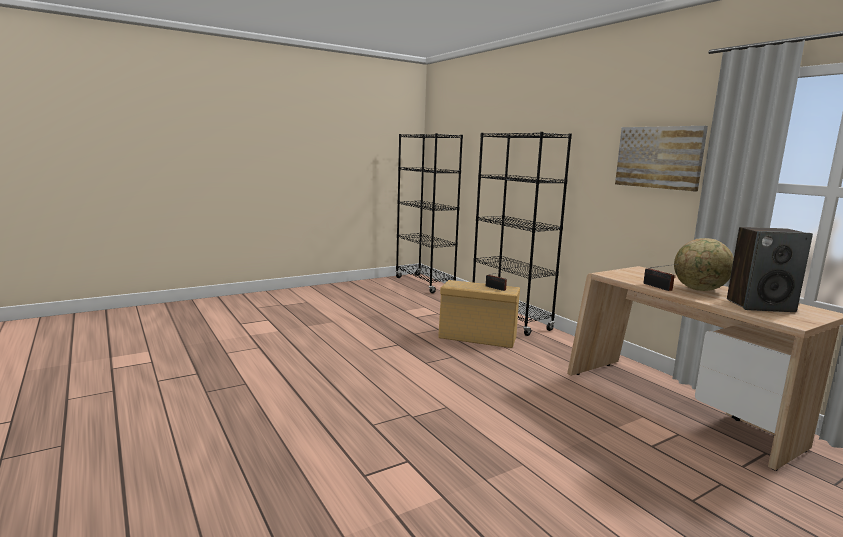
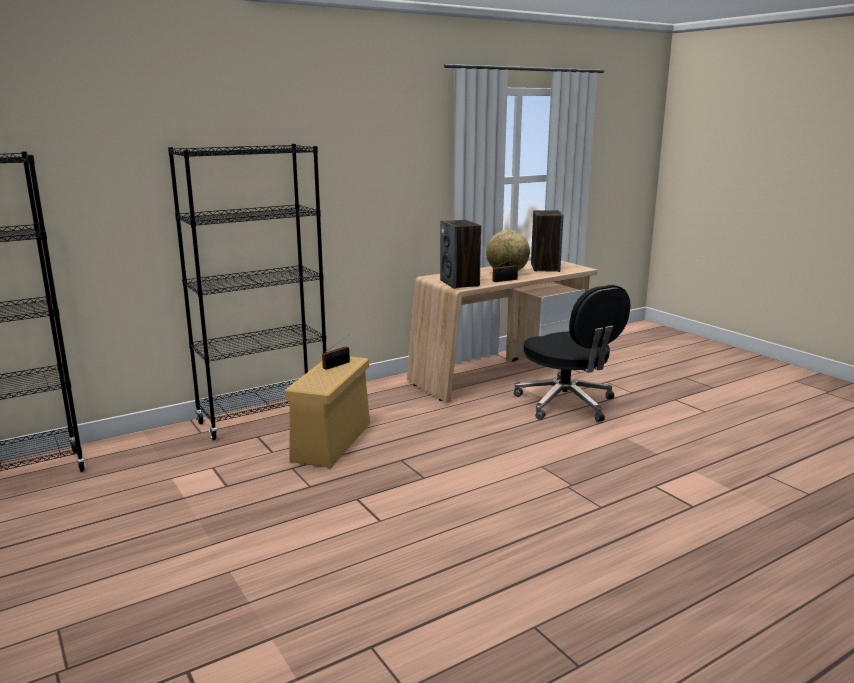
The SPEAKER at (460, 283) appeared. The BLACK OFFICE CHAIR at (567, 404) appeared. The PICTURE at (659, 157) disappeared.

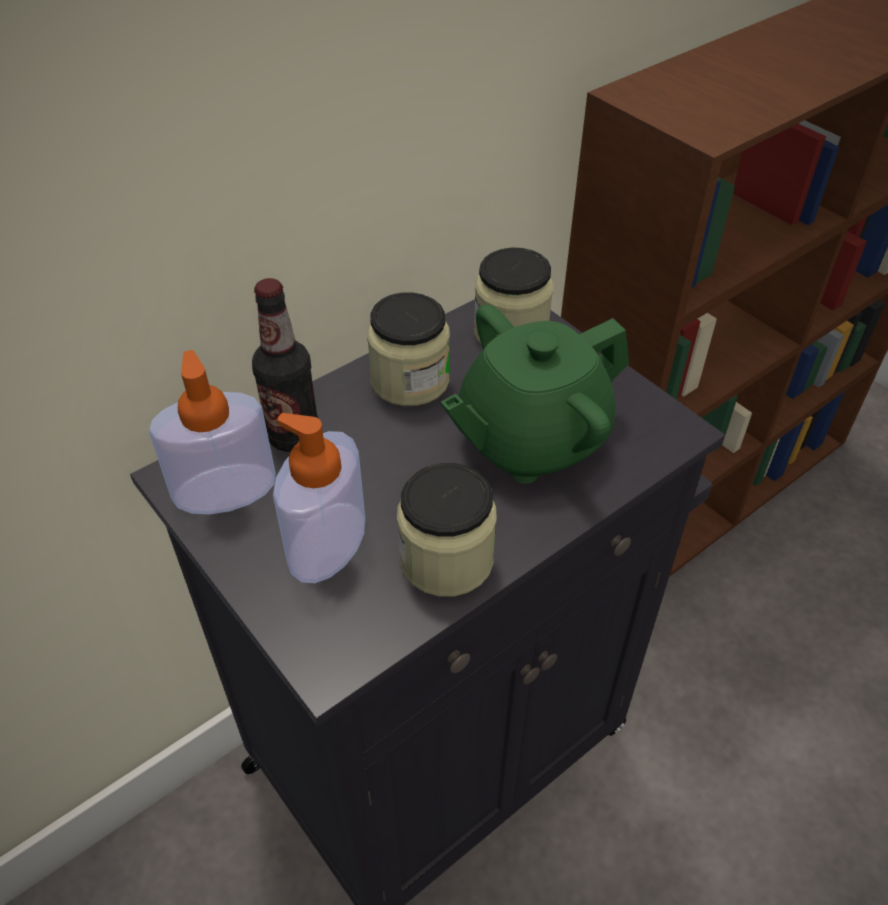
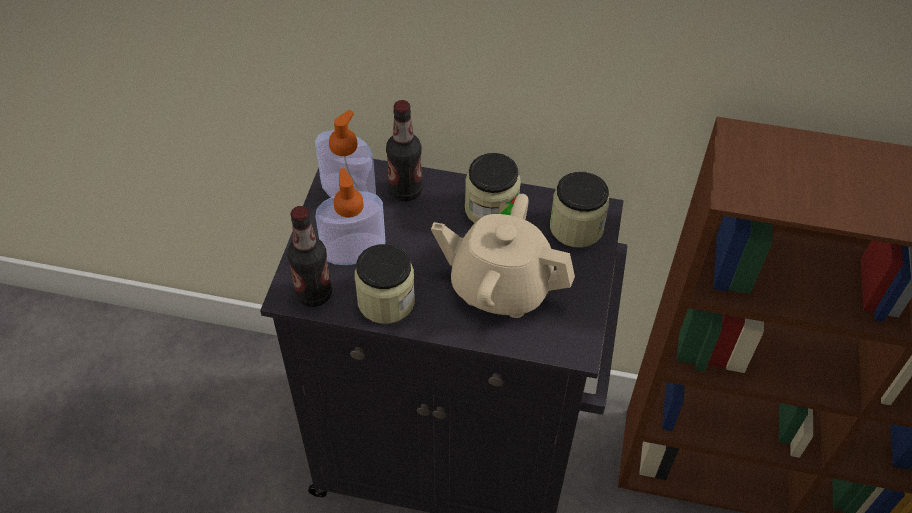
The BOTTLE at (314, 294) appeared. The GREEN TEAPOT at (530, 440) became the BEIGE TEAPOT at (500, 286).

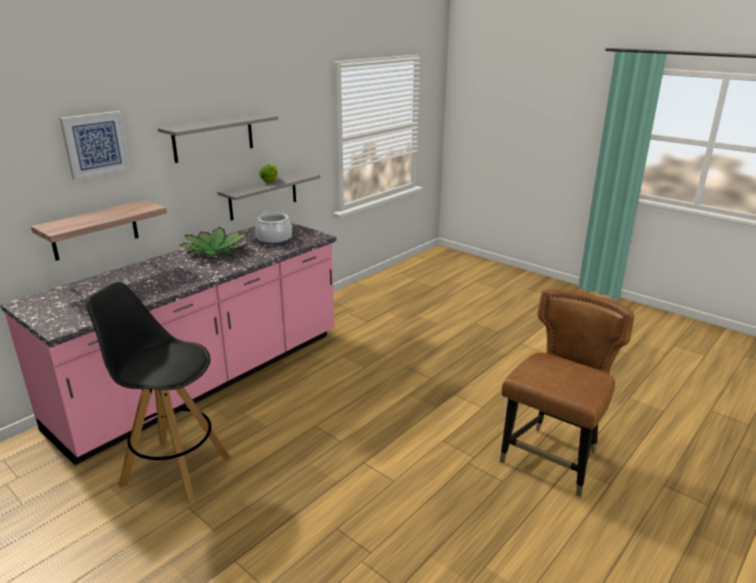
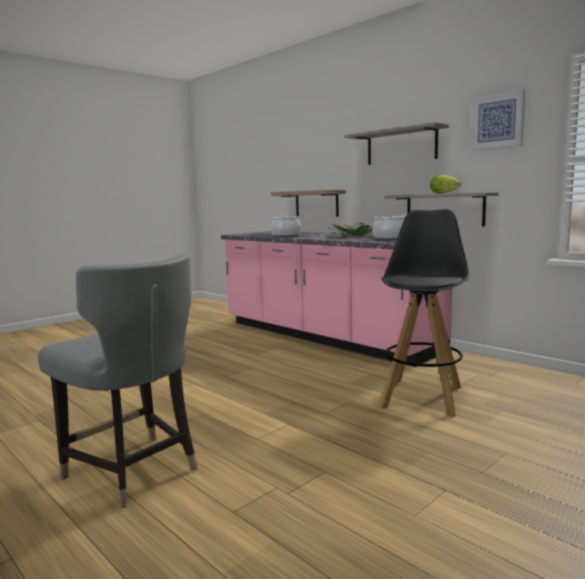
The BROWN CHAIR at (552, 459) became the GREY CHAIR at (133, 471). The COOKING POT at (286, 236) appeared. The BLACK STOOL moved from (175, 470) to (422, 396). The PICTURE moved from (95, 144) to (497, 121).

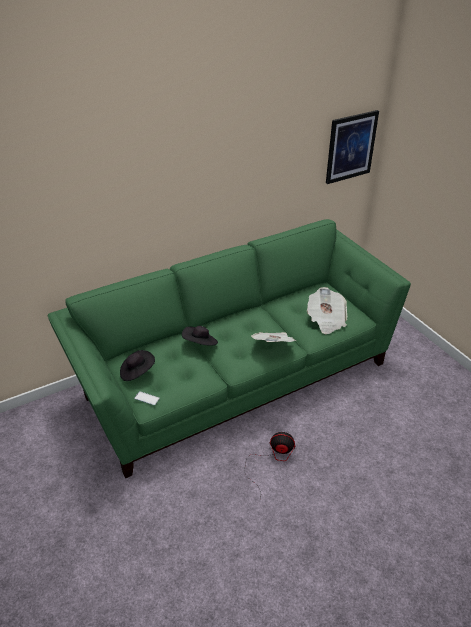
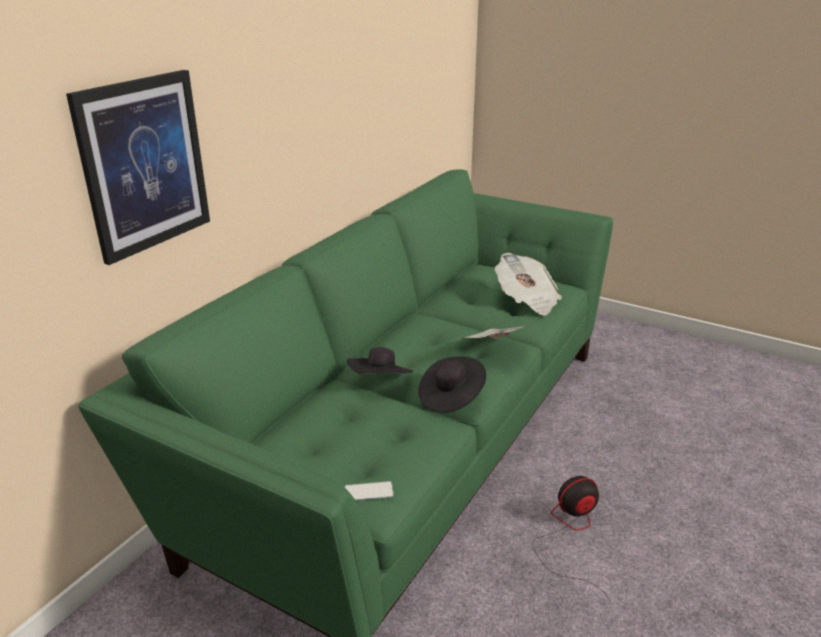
The PICTURE moved from (351, 147) to (144, 164). The BLACK HAT moved from (137, 372) to (451, 397).

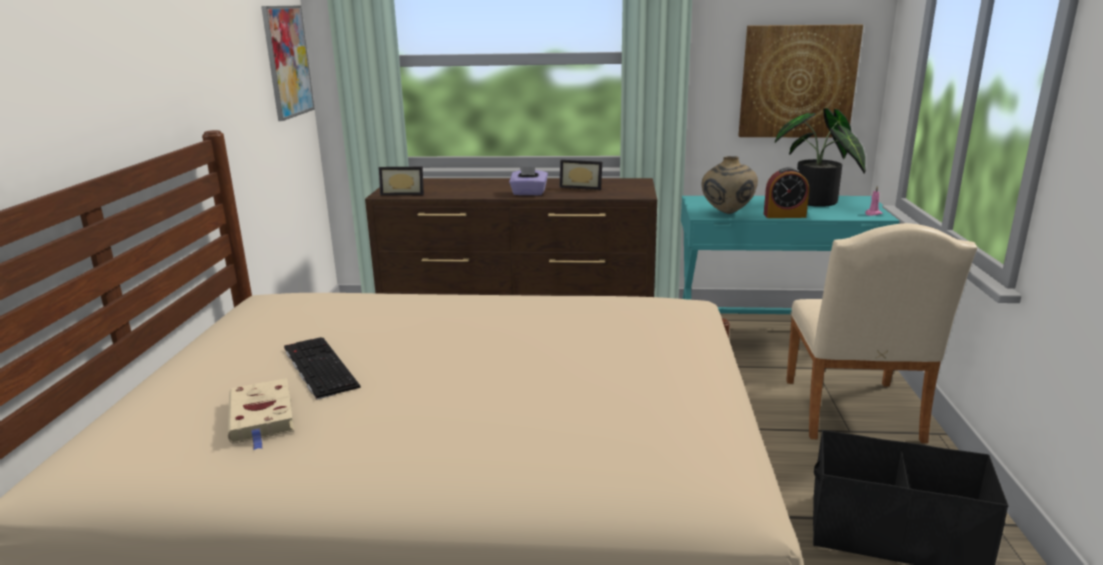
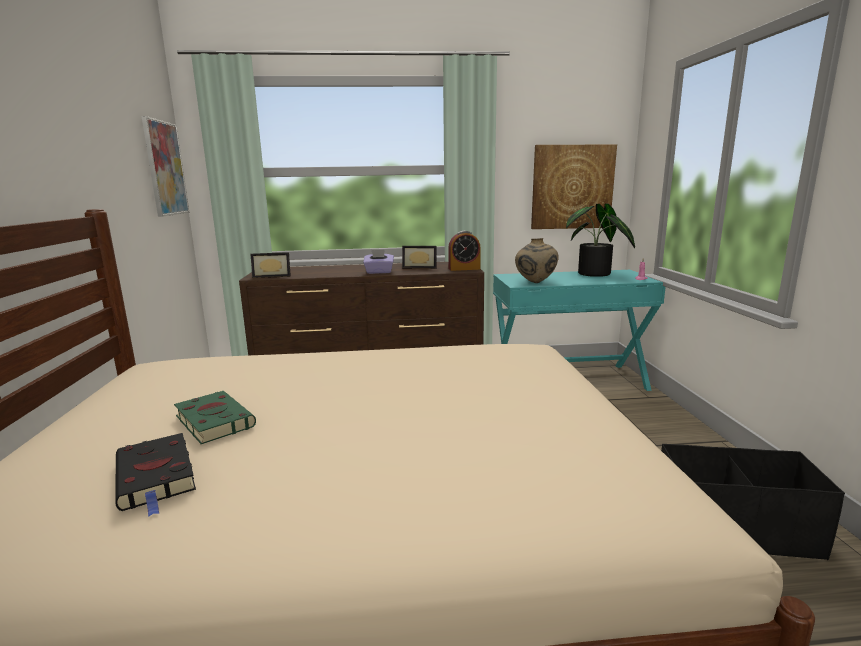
The BEIGE BOOK at (262, 417) became the BLACK BOOK at (156, 477). The KEYBOARD at (317, 367) was replaced by the GREEN BOOK at (213, 420). The ALARM CLOCK moved from (784, 215) to (464, 269). The BEIGE CHAIR at (854, 415) disappeared.

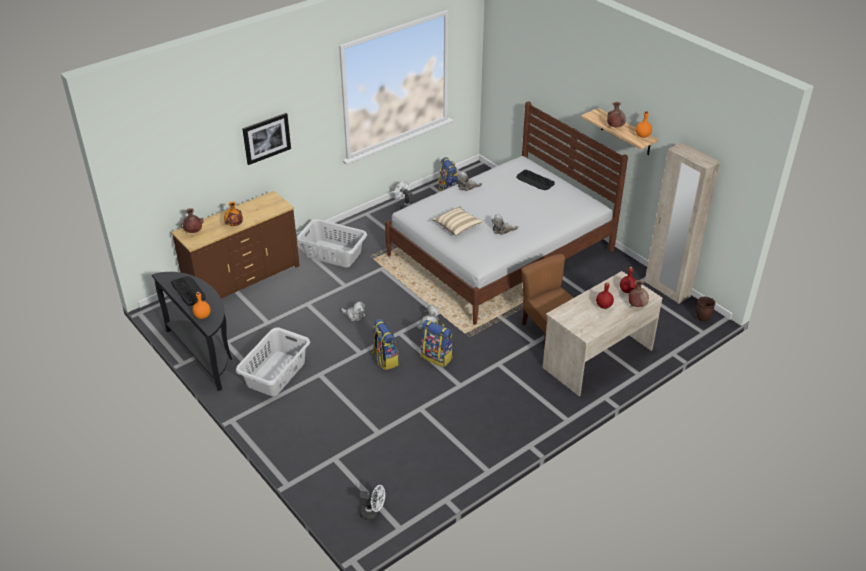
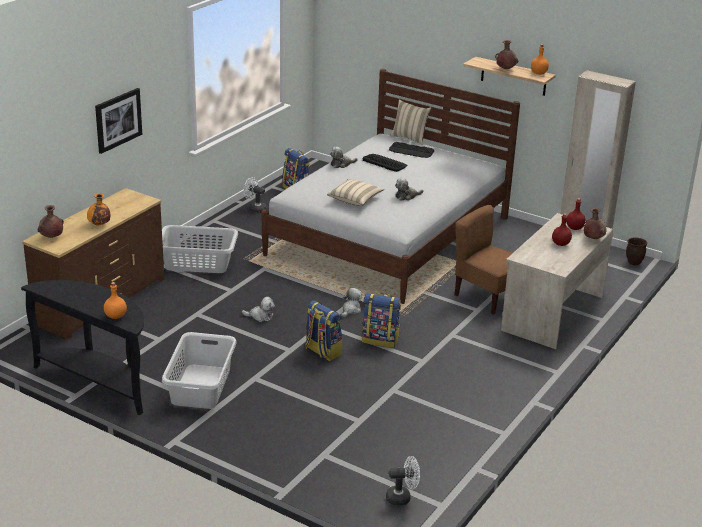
The KEYBOARD moved from (188, 291) to (384, 163). The BEIGE PILLOW at (410, 138) appeared.

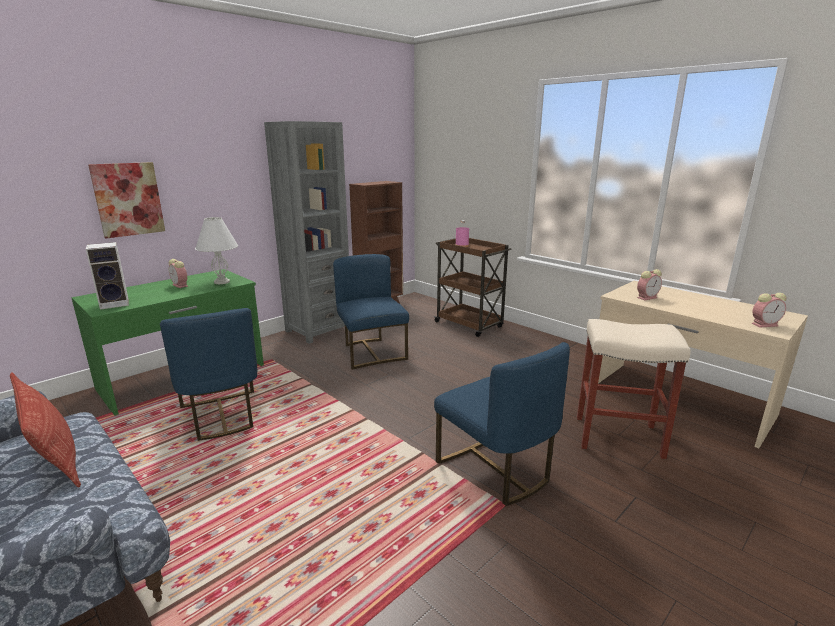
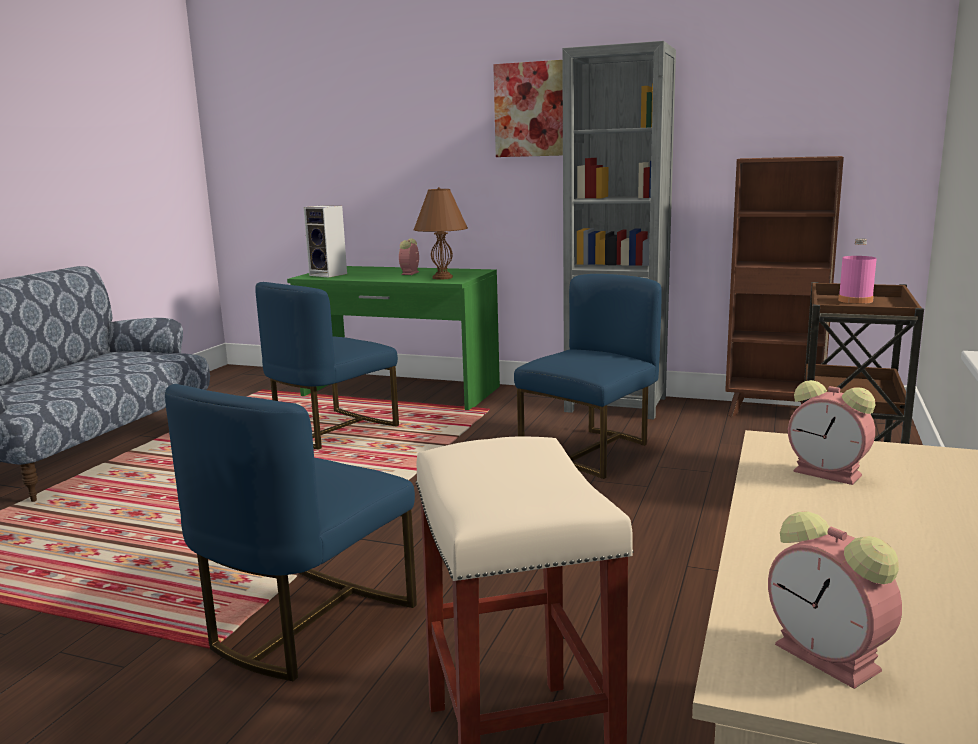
The WHITE TABLE LAMP at (222, 282) became the BROWN TABLE LAMP at (443, 278). The PICTURE moved from (128, 199) to (529, 110). The PILLOW at (55, 457) disappeared.

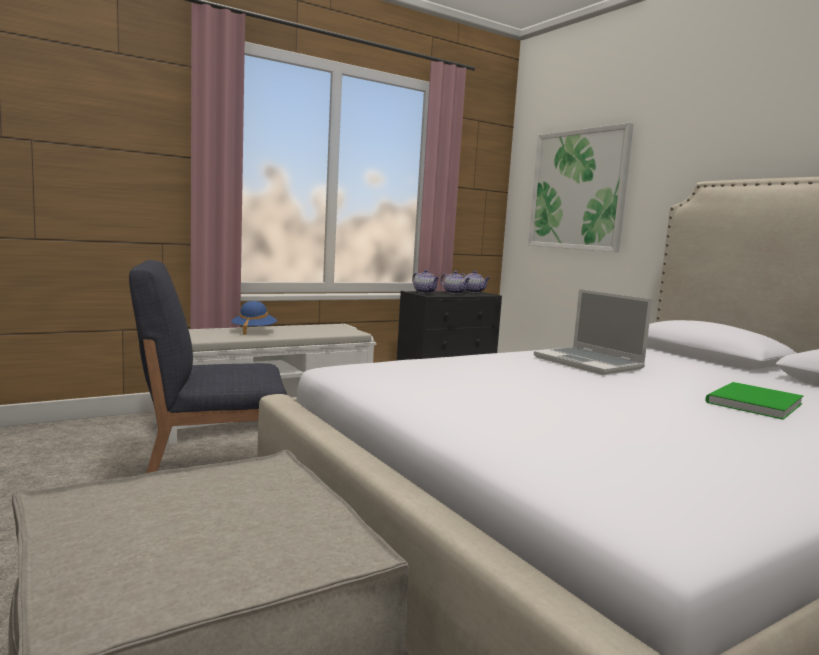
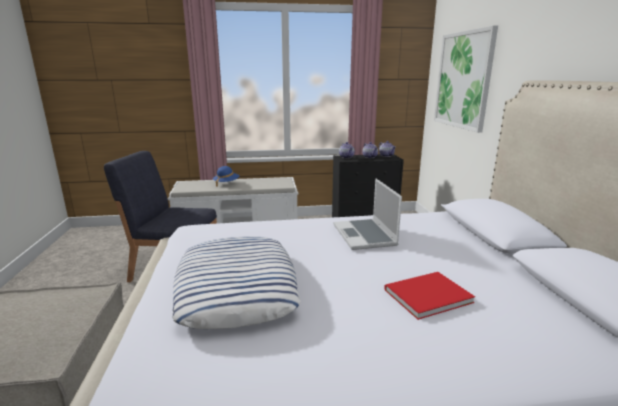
The PILLOW at (237, 288) appeared. The GREEN BOOK at (751, 403) became the RED BOOK at (424, 295).

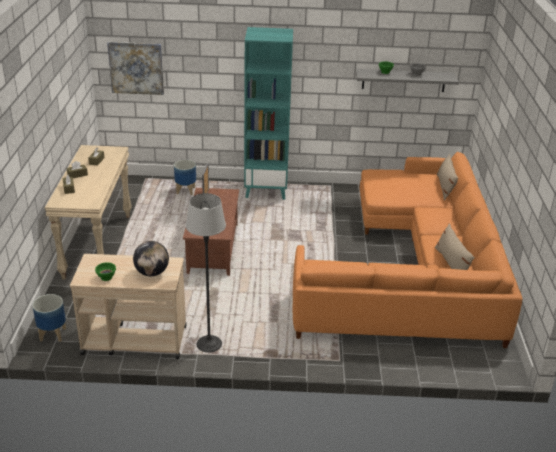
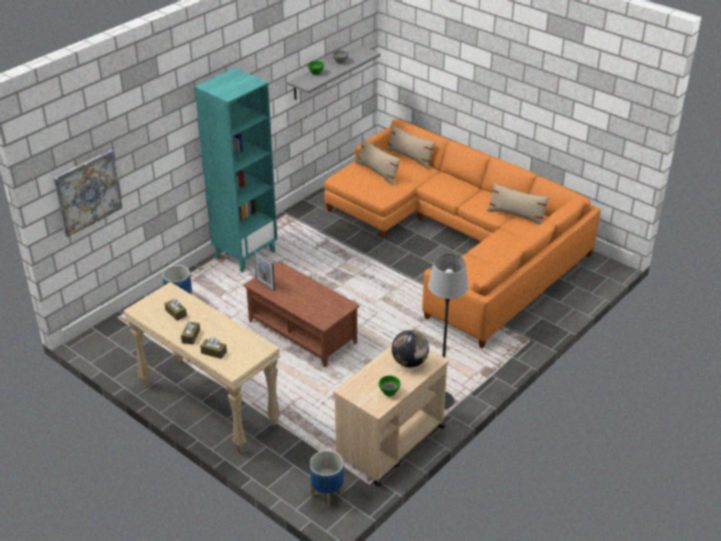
The BEIGE PILLOW at (377, 172) appeared.

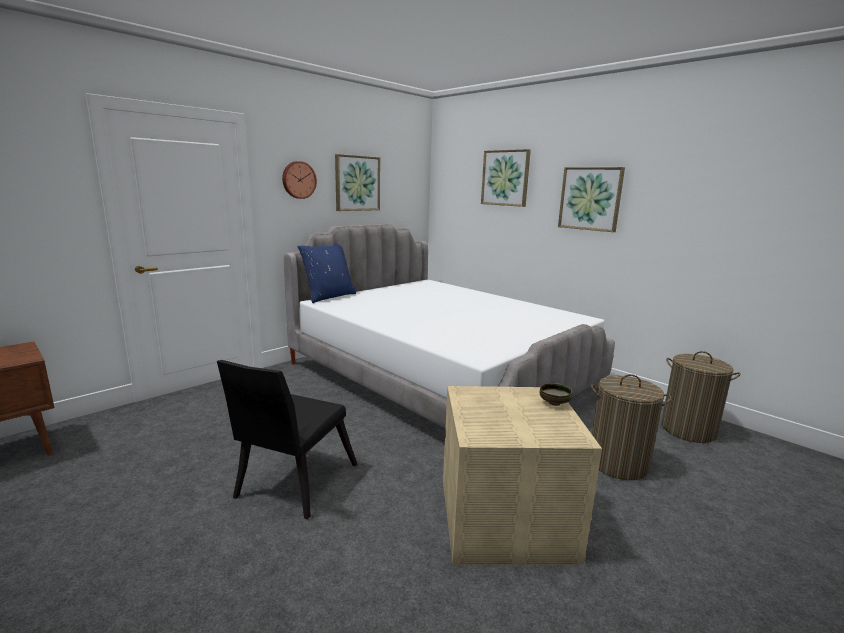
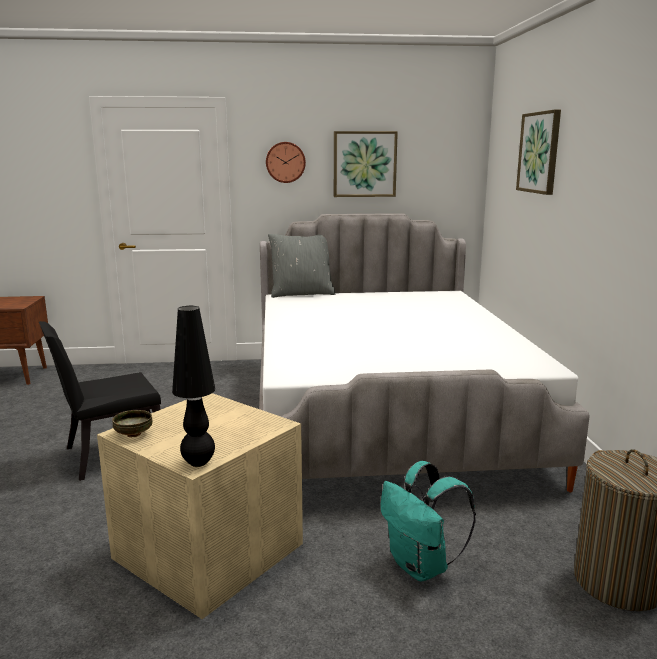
The BOWL moved from (554, 403) to (133, 434). The BLACK TABLE LAMP at (198, 463) appeared. The BLUE PILLOW at (329, 296) became the GREY PILLOW at (302, 294). The LAUNDRY BASKET at (618, 463) was replaced by the TURQUOISE BACKPACK at (421, 566). The PICTURE at (590, 198) disappeared.

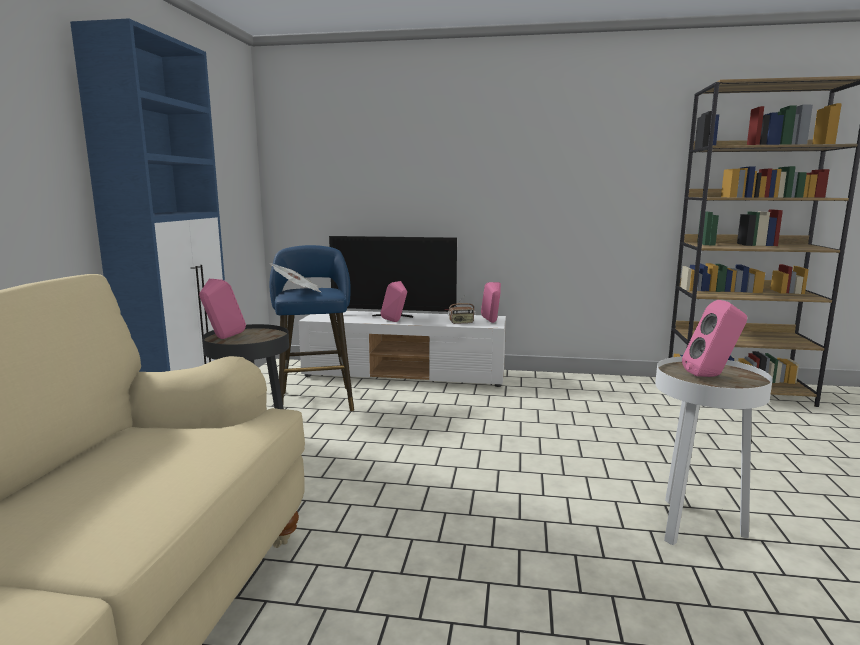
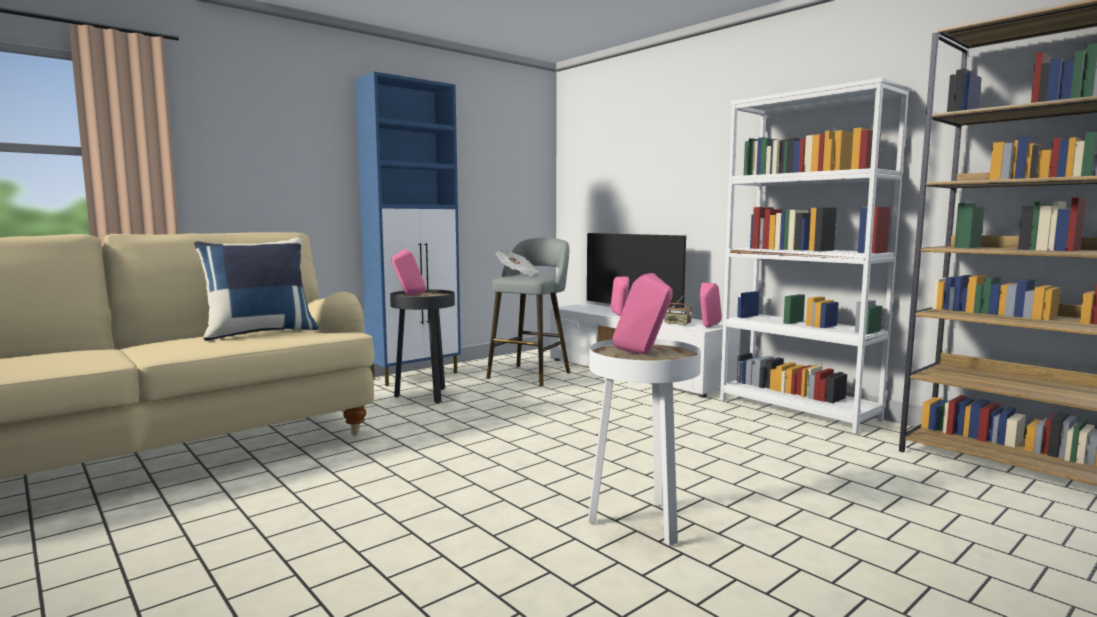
The BLUE PILLOW at (260, 333) appeared. The BLUE STOOL at (315, 399) became the GREY STOOL at (531, 374). The WHITE BOOKCASE at (797, 410) appeared.

